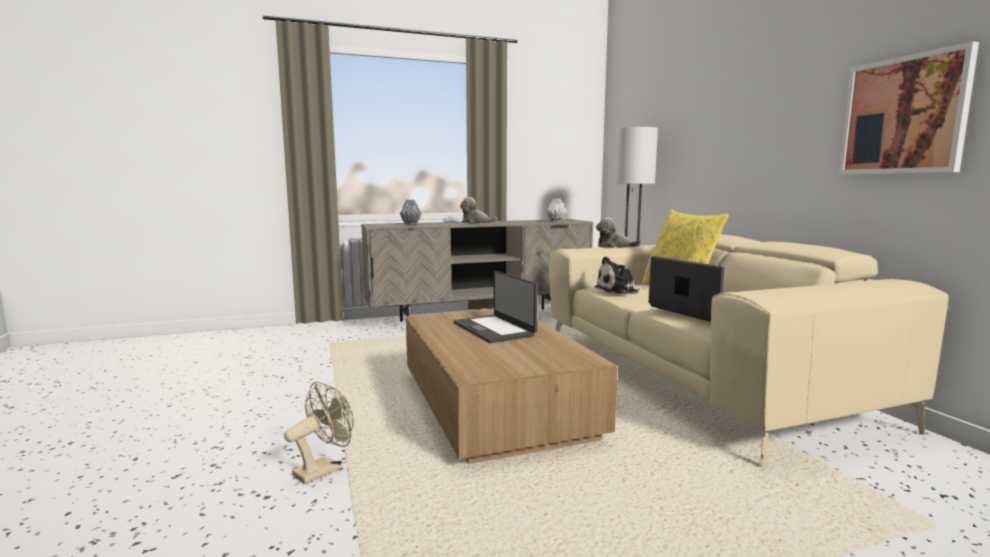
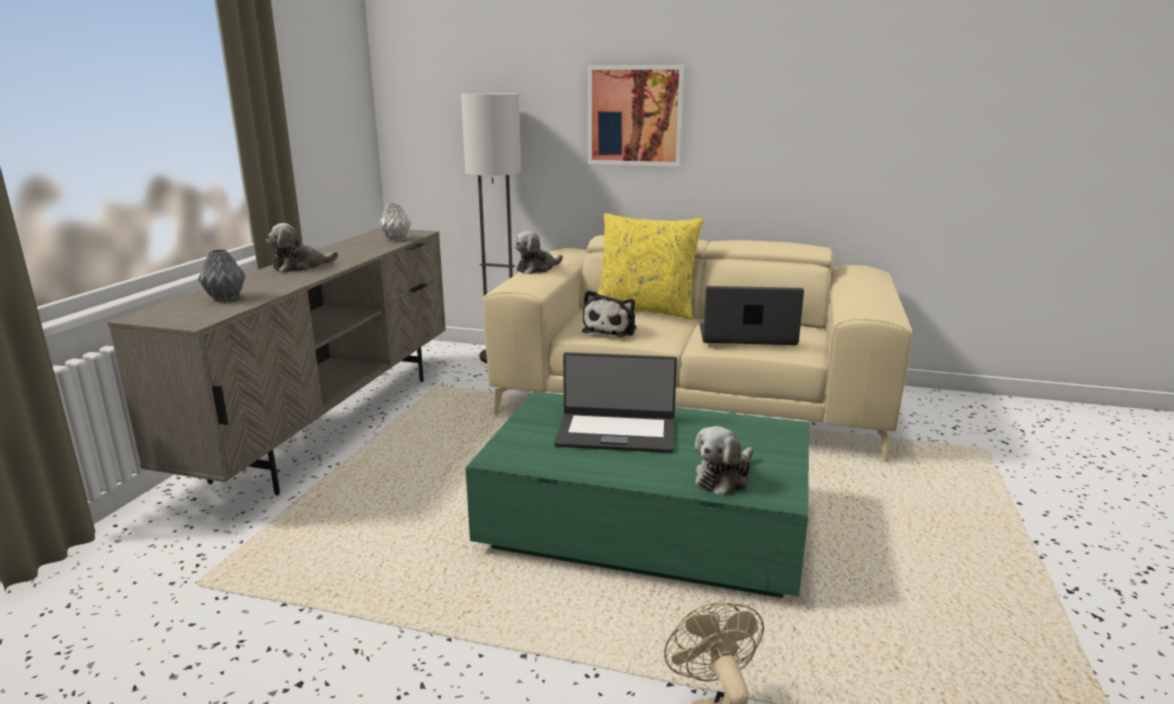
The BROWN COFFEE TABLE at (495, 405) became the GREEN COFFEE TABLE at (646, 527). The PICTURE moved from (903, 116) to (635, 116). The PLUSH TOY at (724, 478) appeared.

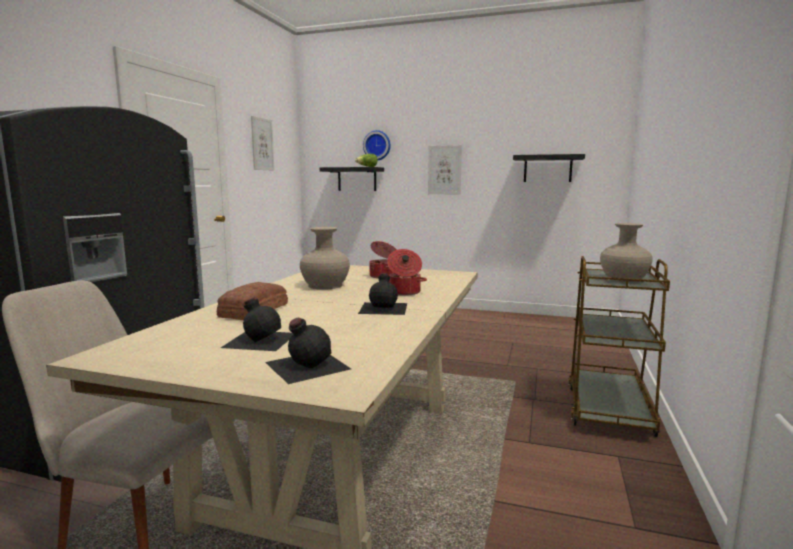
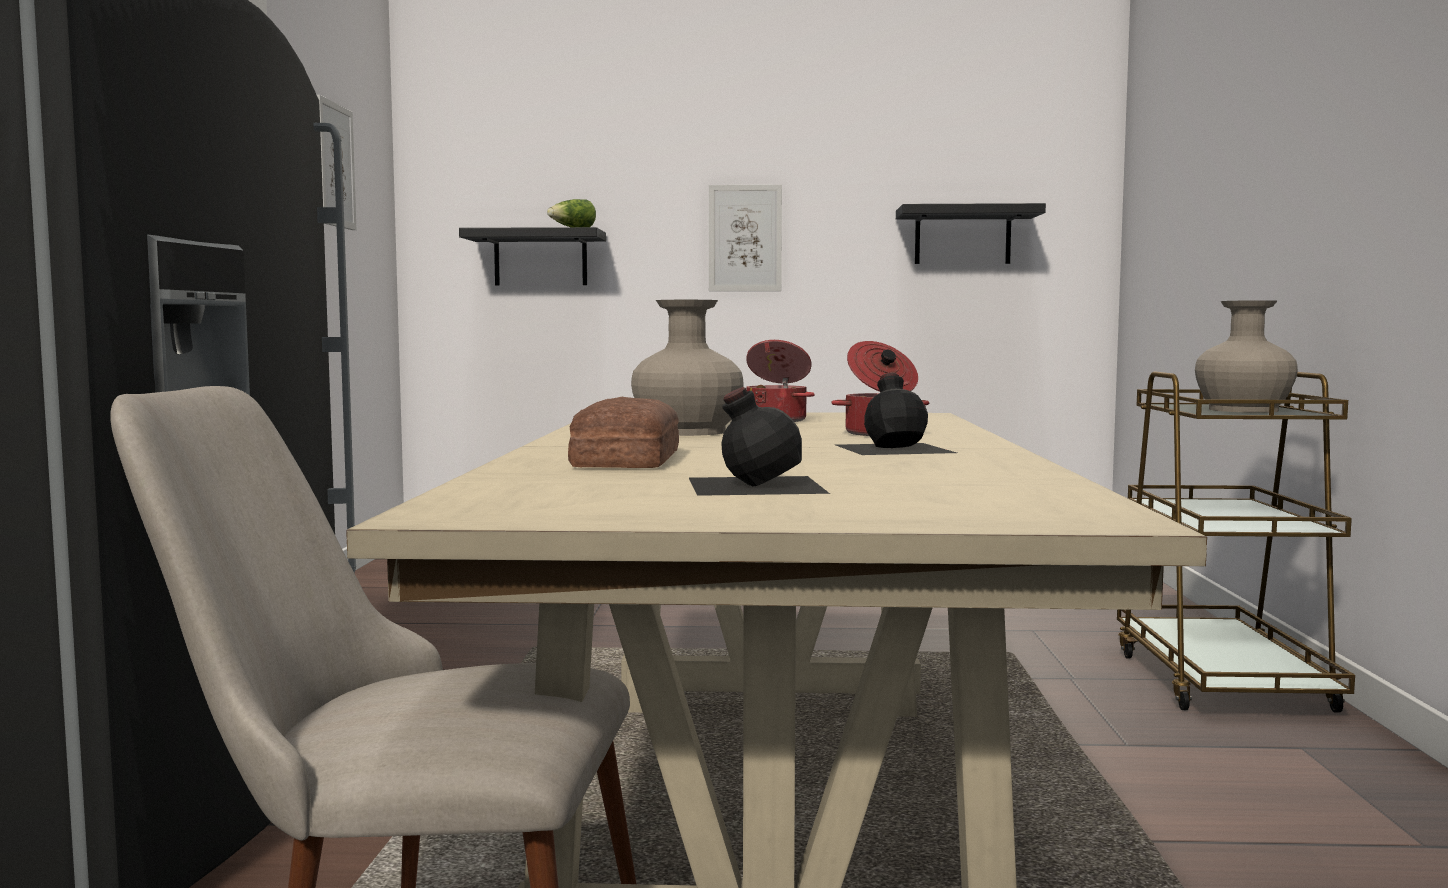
The BLACK BOTTLE at (305, 365) disappeared. The WALL CLOCK at (377, 145) disappeared.

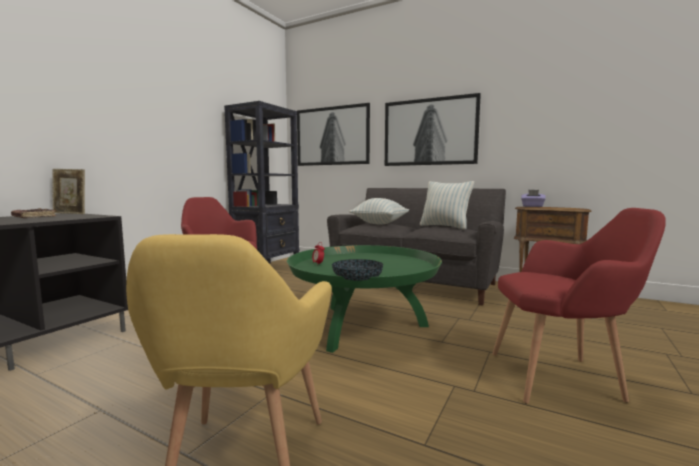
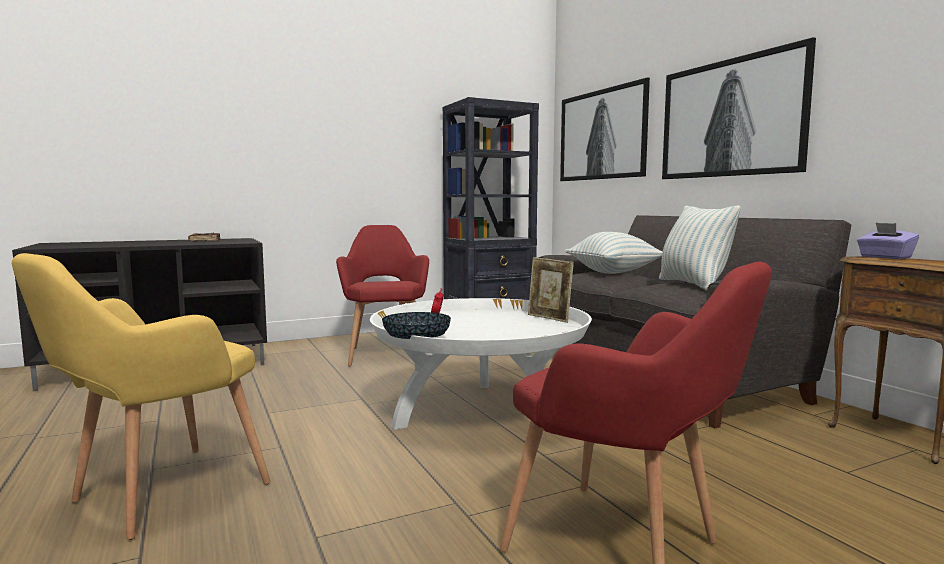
The GREEN COFFEE TABLE at (363, 326) became the WHITE COFFEE TABLE at (480, 412). The PICTURE FRAME moved from (70, 213) to (549, 318).

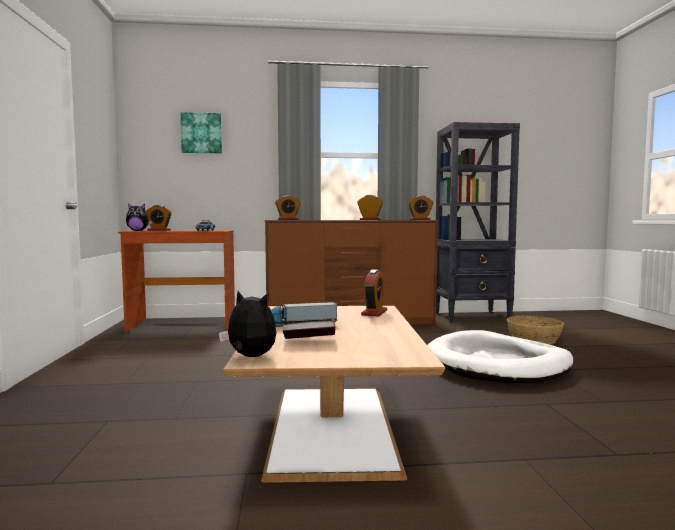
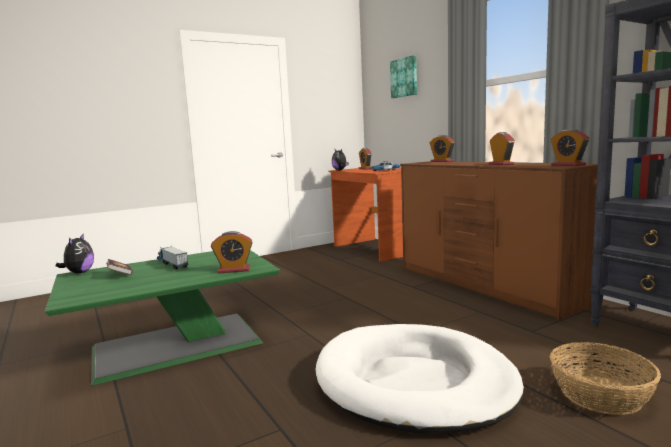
The BROWN COFFEE TABLE at (333, 429) became the GREEN COFFEE TABLE at (173, 346).

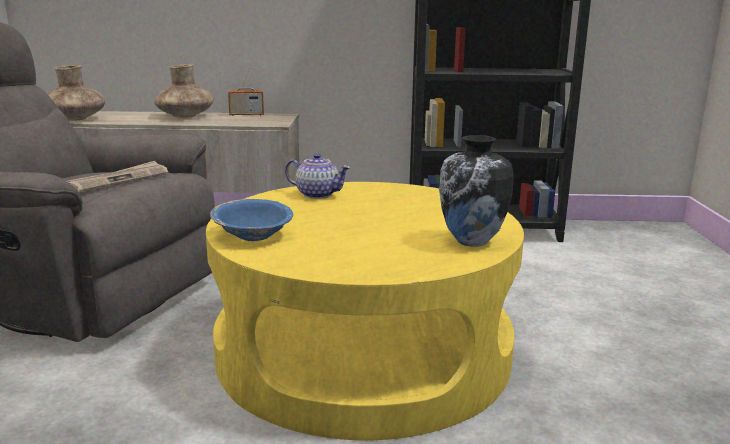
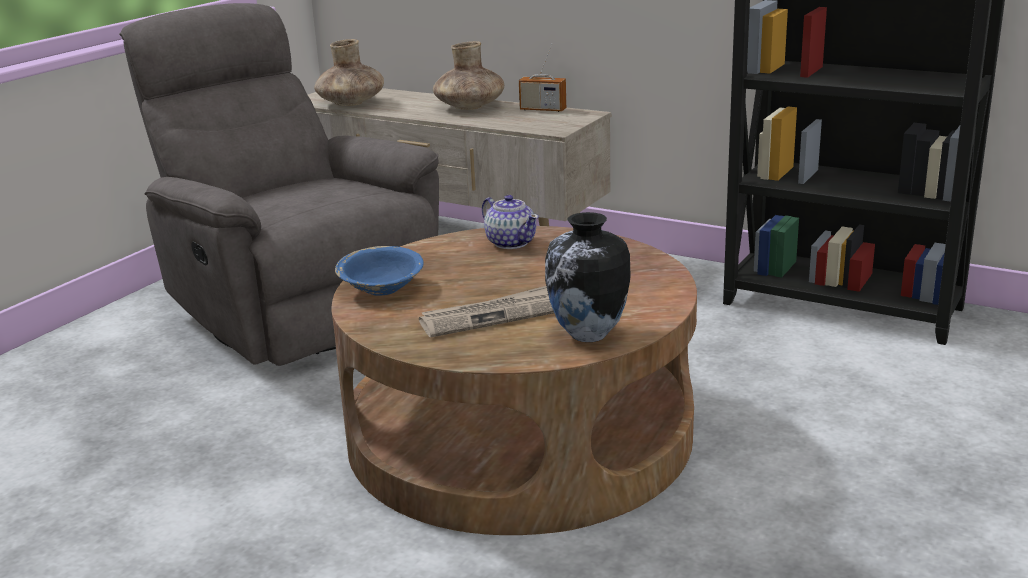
The YELLOW COFFEE TABLE at (363, 348) became the BROWN COFFEE TABLE at (520, 432). The NEWSPAPER moved from (119, 180) to (490, 316).

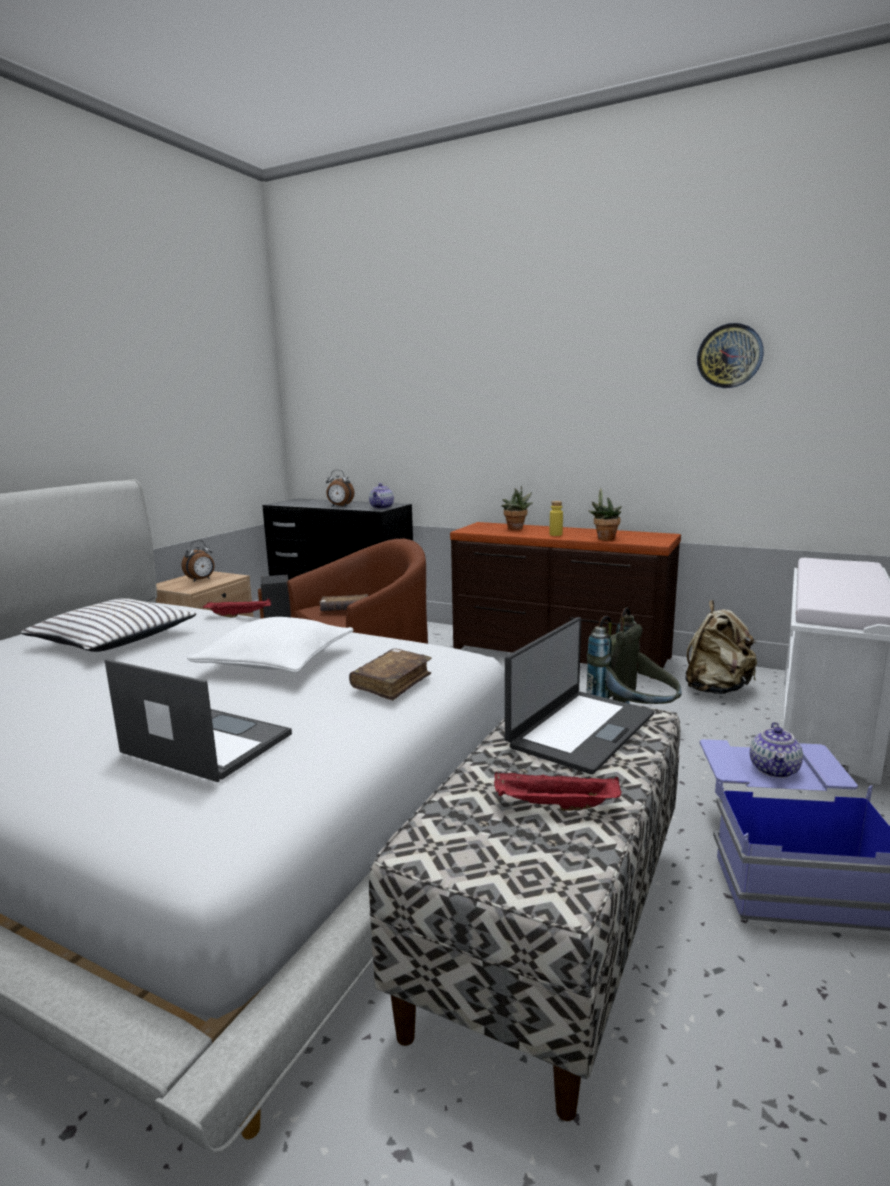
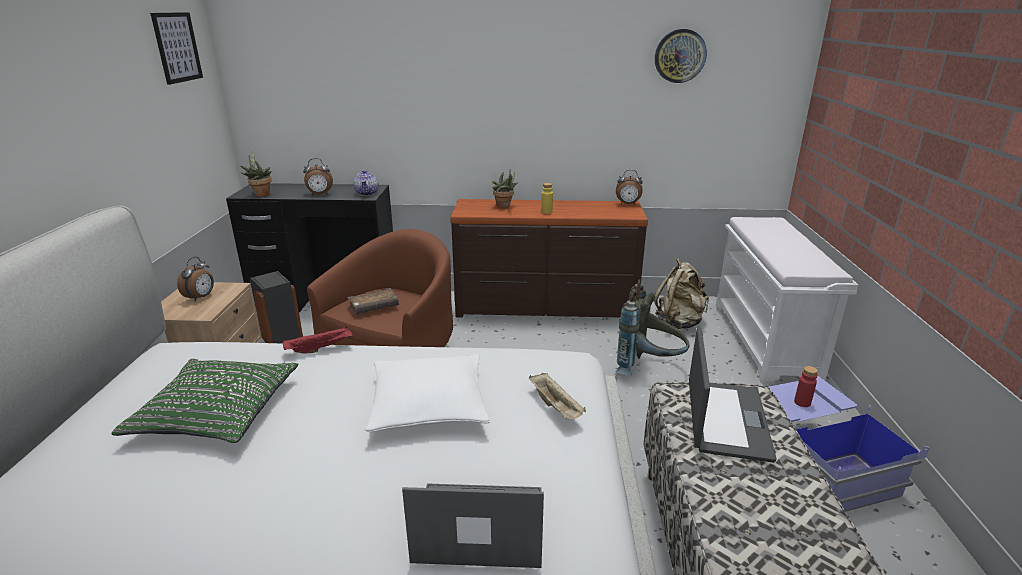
The WHITE PILLOW at (113, 639) became the GREEN PILLOW at (216, 411). The PICTURE at (177, 47) appeared. The POTTED PLANT moved from (604, 538) to (261, 194). The BROWN BOOK at (392, 683) was replaced by the BEIGE TRAY at (556, 407). The ALARM CLOCK at (627, 204) appeared. The TEAPOT at (774, 770) was replaced by the RED BOTTLE at (802, 402). The RED TRAY at (554, 806) disappeared.

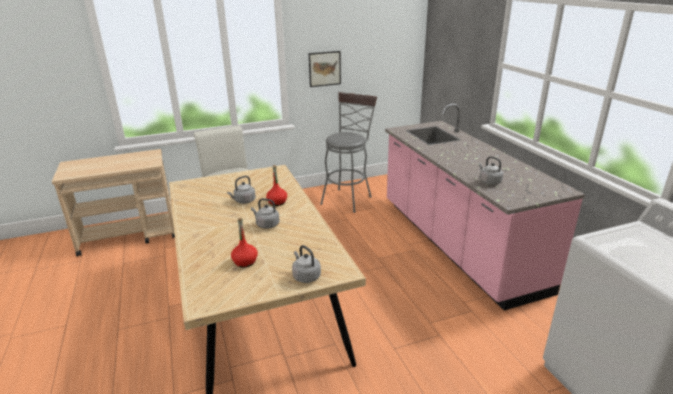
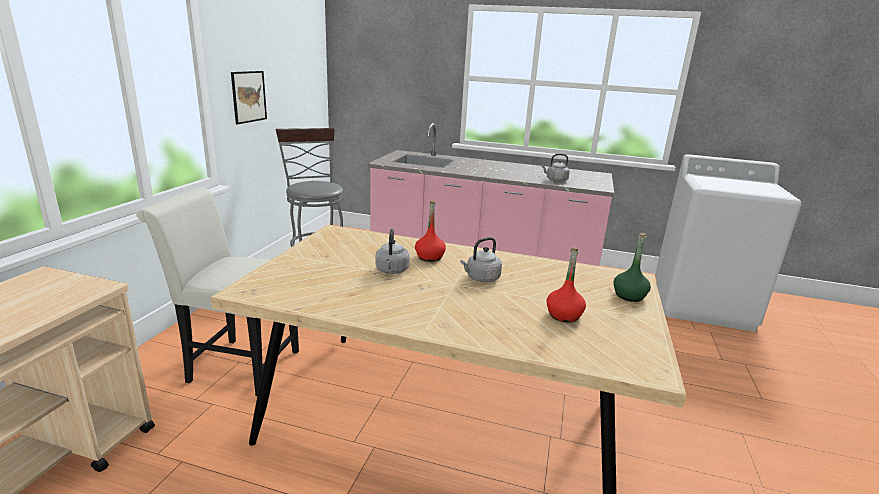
The GREY KETTLE at (305, 276) was replaced by the GREEN BOTTLE at (629, 296).

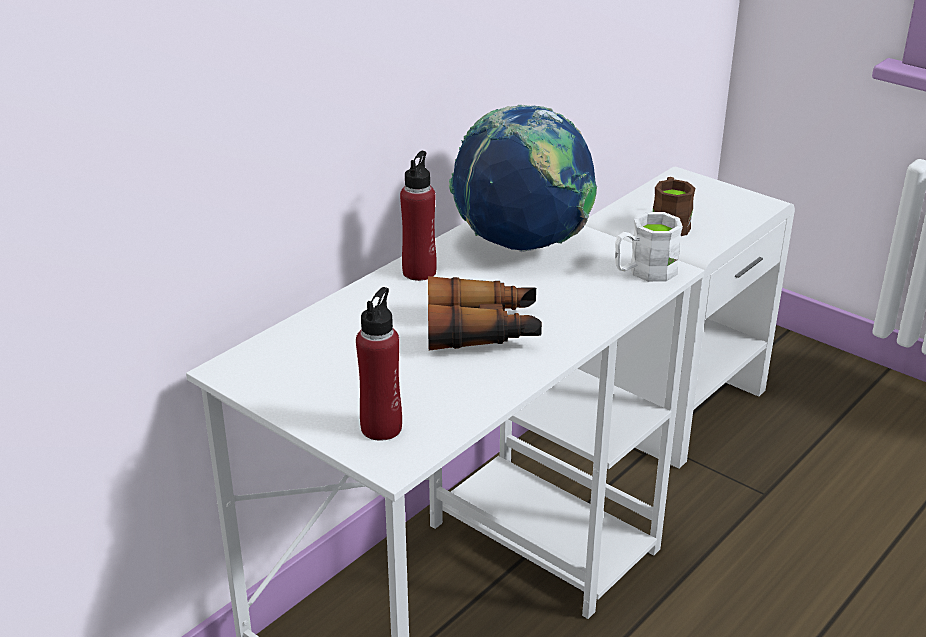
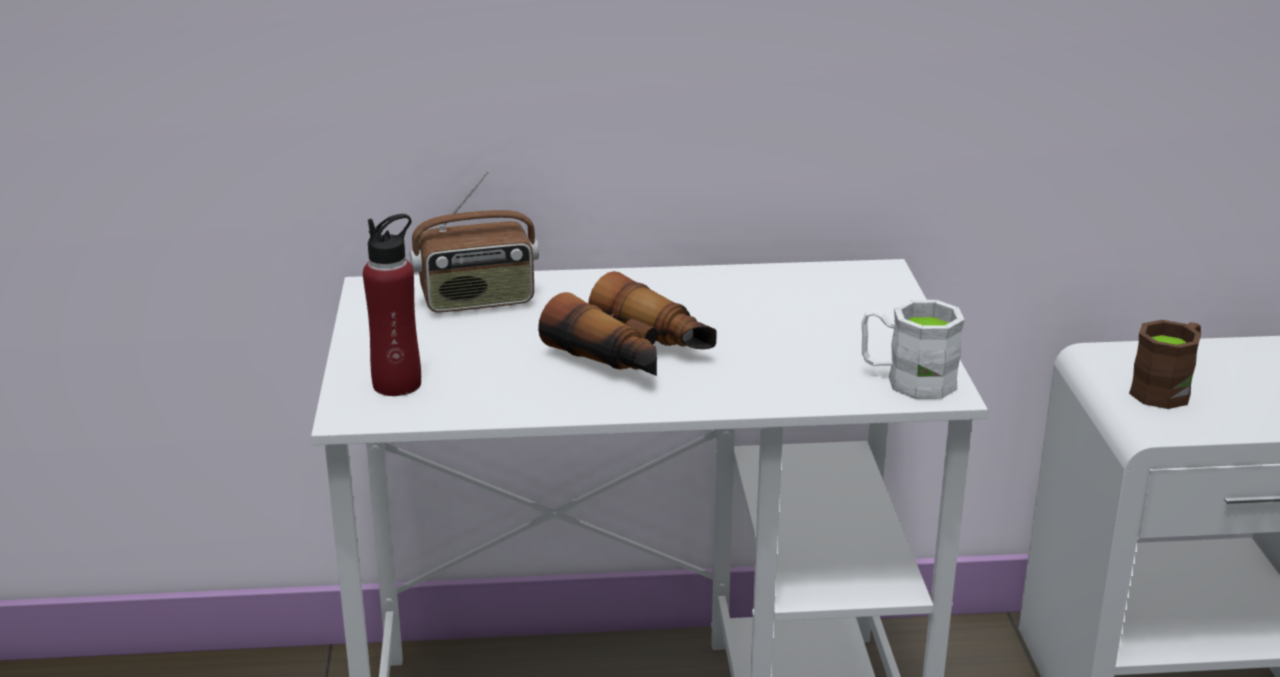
The RADIO at (477, 301) appeared. The RED BOTTLE at (419, 272) disappeared. The GLOBE at (523, 245) disappeared.

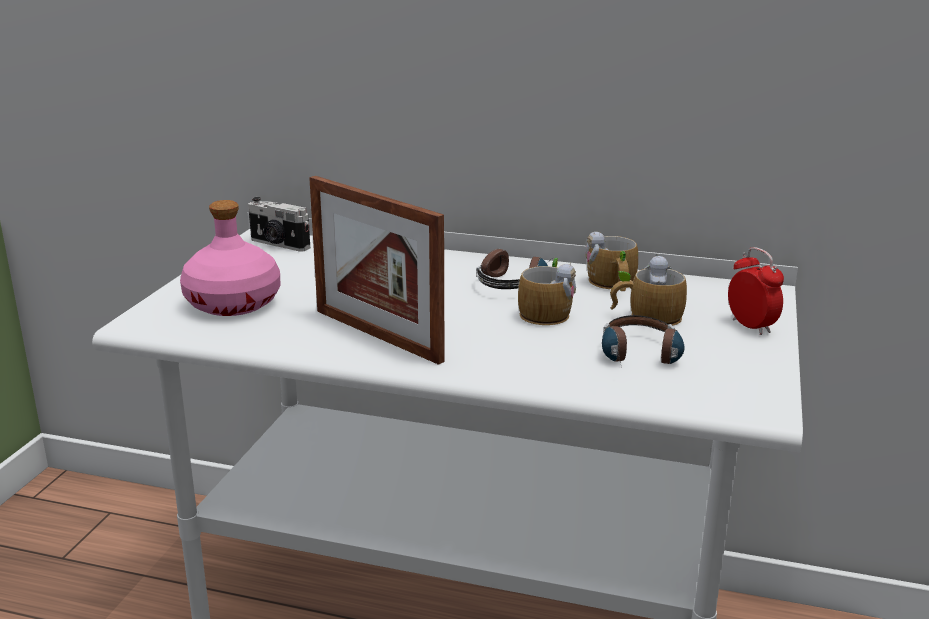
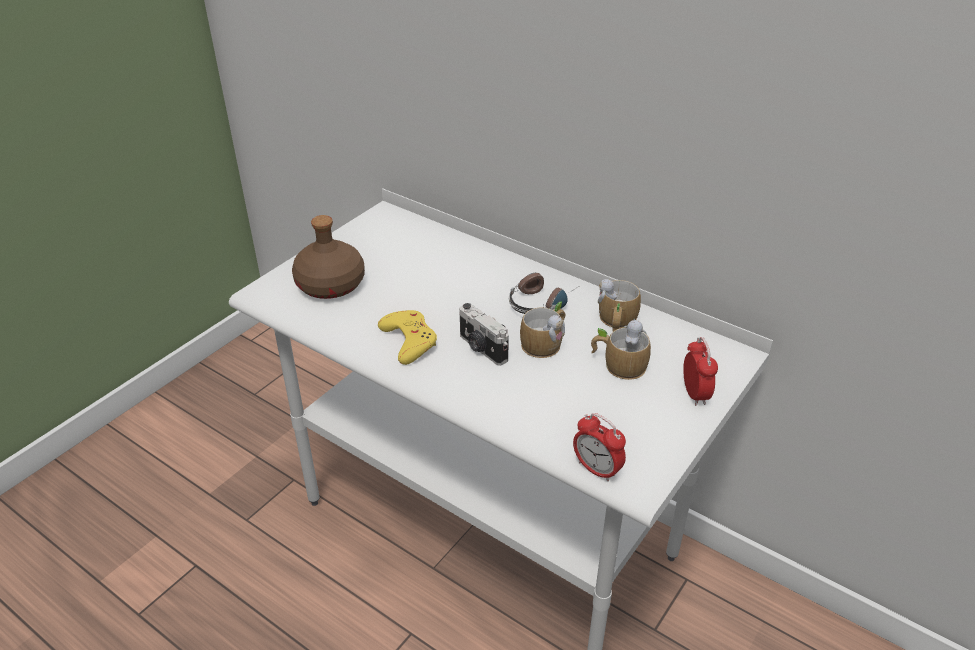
The PINK BOTTLE at (233, 303) became the BROWN BOTTLE at (330, 285). The PICTURE FRAME at (377, 335) was replaced by the YELLOW GAME CONTROLLER at (409, 340). The PHOTO CAMERA moved from (279, 244) to (482, 348). The ALARM CLOCK at (597, 469) appeared. The HEADPHONES at (641, 358) disappeared.

